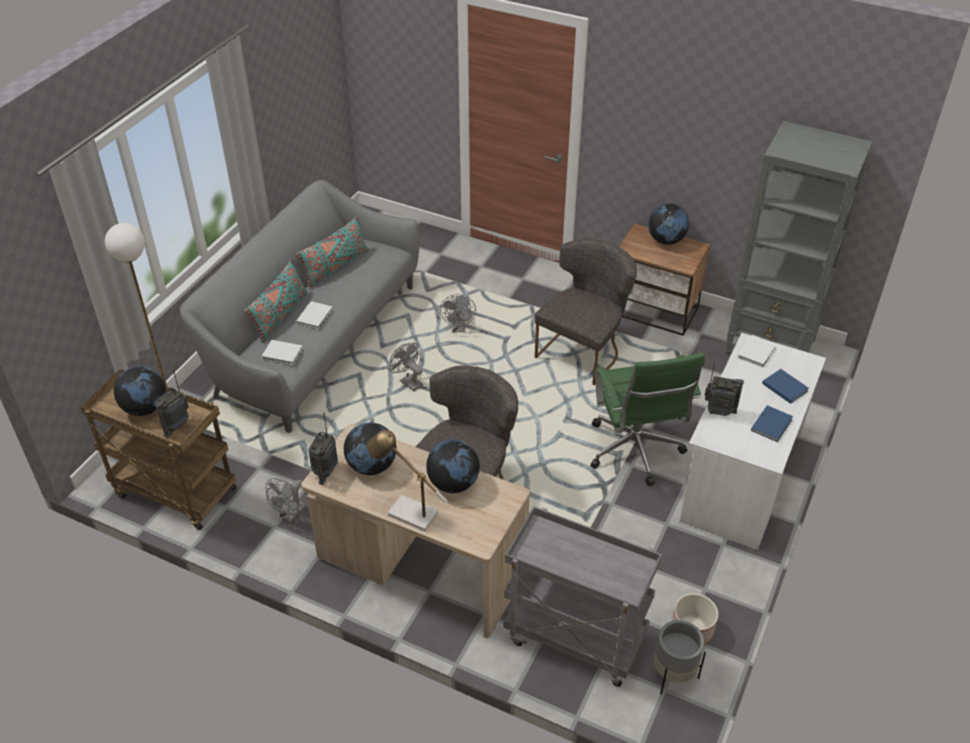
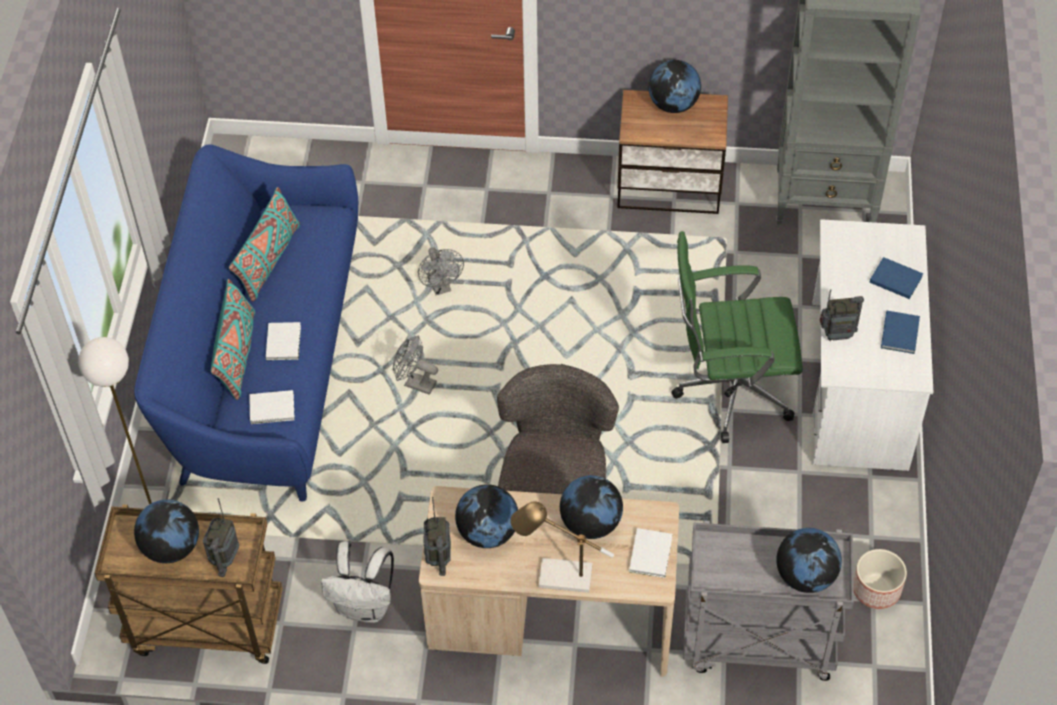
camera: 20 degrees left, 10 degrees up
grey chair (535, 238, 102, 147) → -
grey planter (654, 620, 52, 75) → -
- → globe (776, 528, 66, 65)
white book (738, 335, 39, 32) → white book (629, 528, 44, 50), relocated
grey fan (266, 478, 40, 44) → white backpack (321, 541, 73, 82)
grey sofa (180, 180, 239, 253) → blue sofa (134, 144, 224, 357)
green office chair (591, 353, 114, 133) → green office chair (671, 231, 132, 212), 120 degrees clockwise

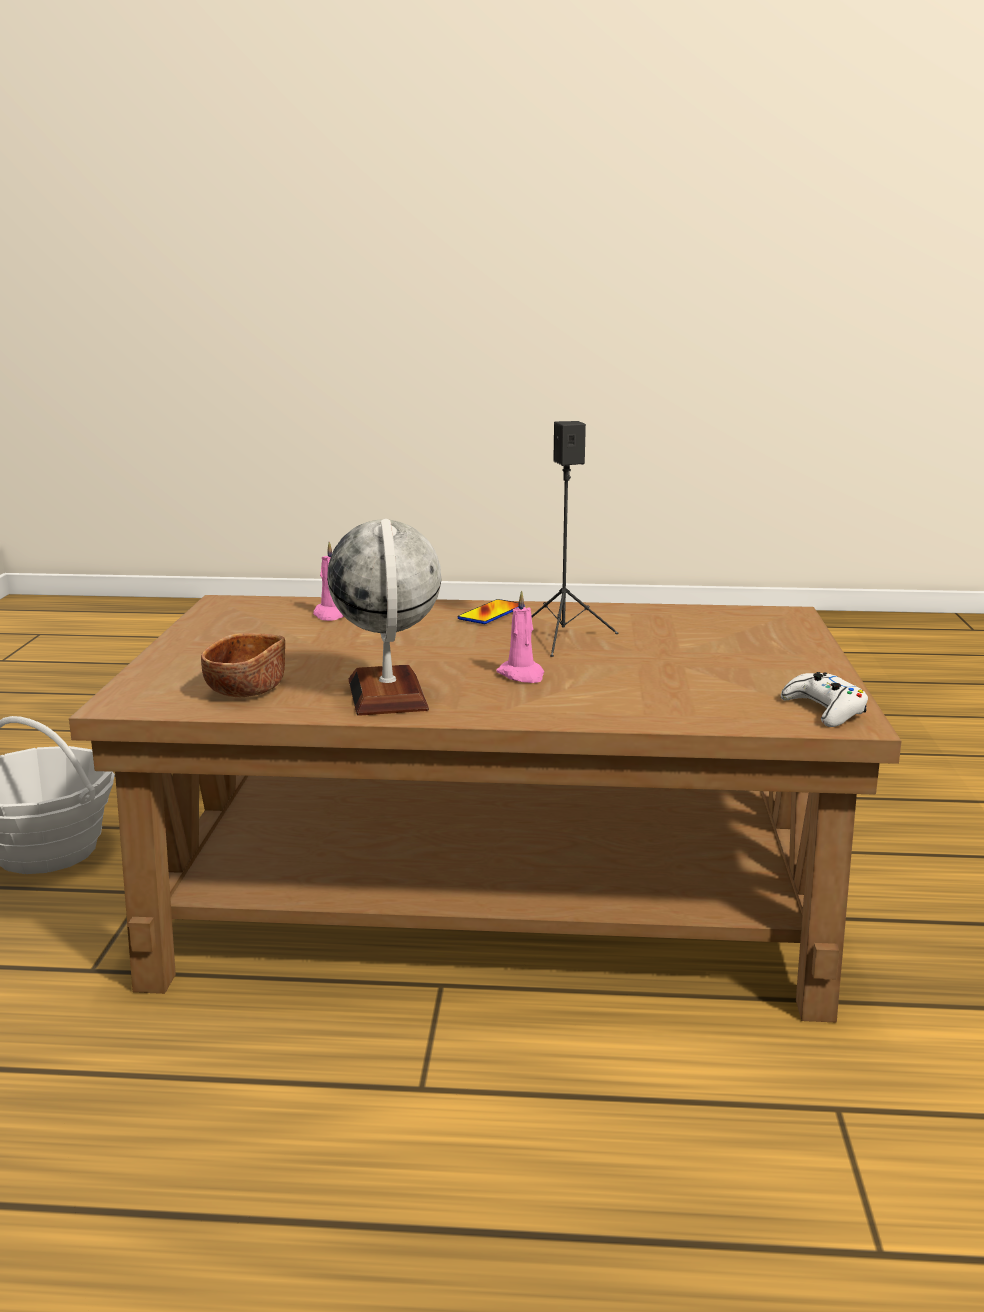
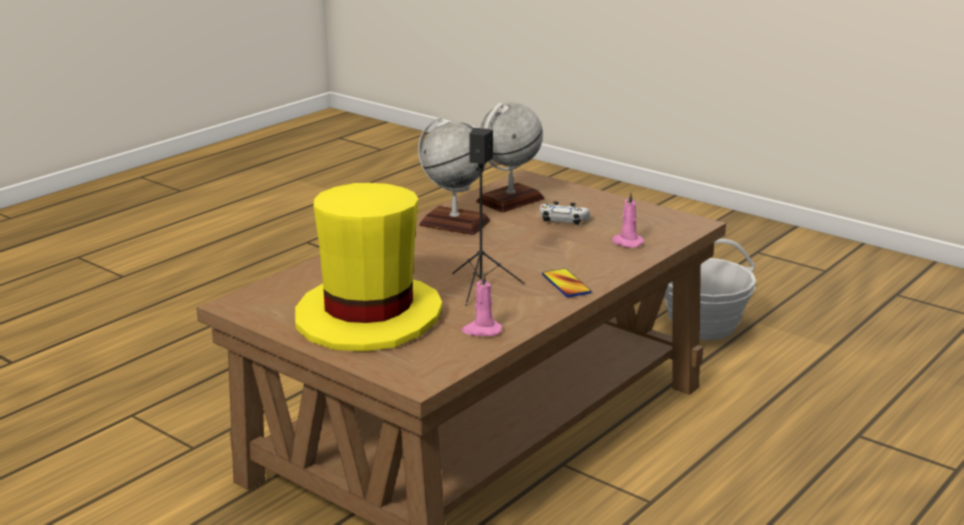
camera: 125 degrees right, 5 degrees up
- → yellow hat (295, 183, 148, 169)
pink candle (497, 591, 47, 92) → pink candle (462, 271, 40, 65), relocated
white game controller (781, 672, 87, 55) → white game controller (540, 201, 50, 24), relocated
brown bowl (201, 633, 84, 64) → globe (476, 102, 68, 111)

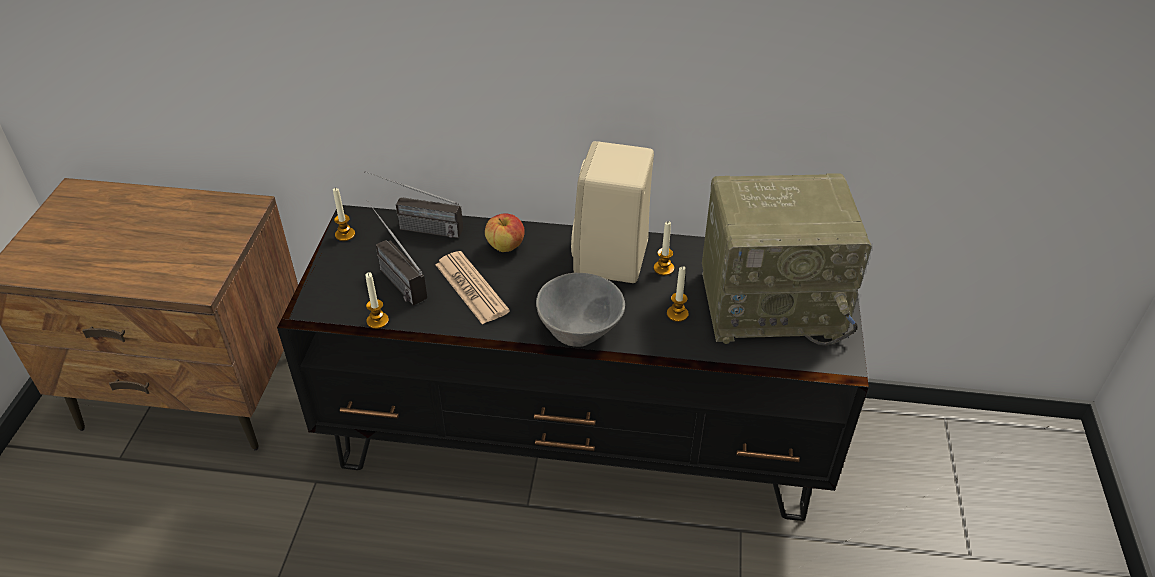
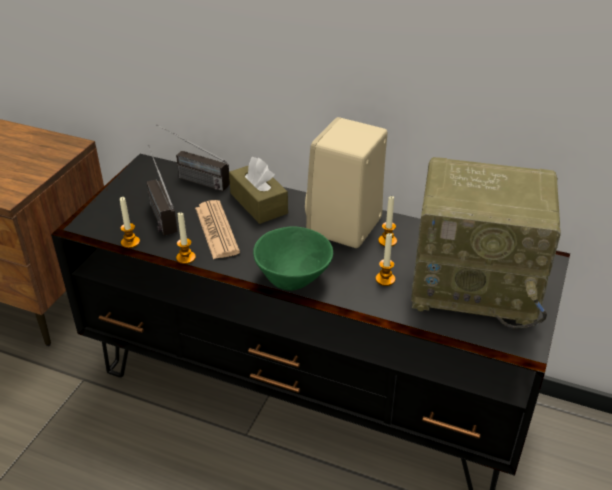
camera: 15 degrees right, 5 degrees down
candle (333, 188, 22, 53) → candle (176, 212, 20, 52), relocated
apple (485, 214, 40, 38) → brown tissue box (229, 157, 59, 67)
grey bowl (536, 273, 89, 74) → green bowl (253, 226, 80, 65)

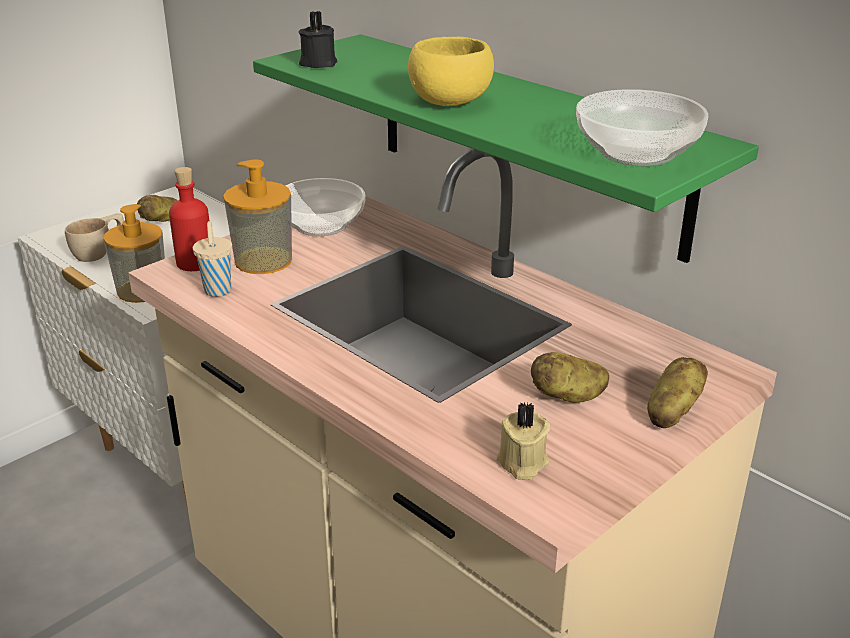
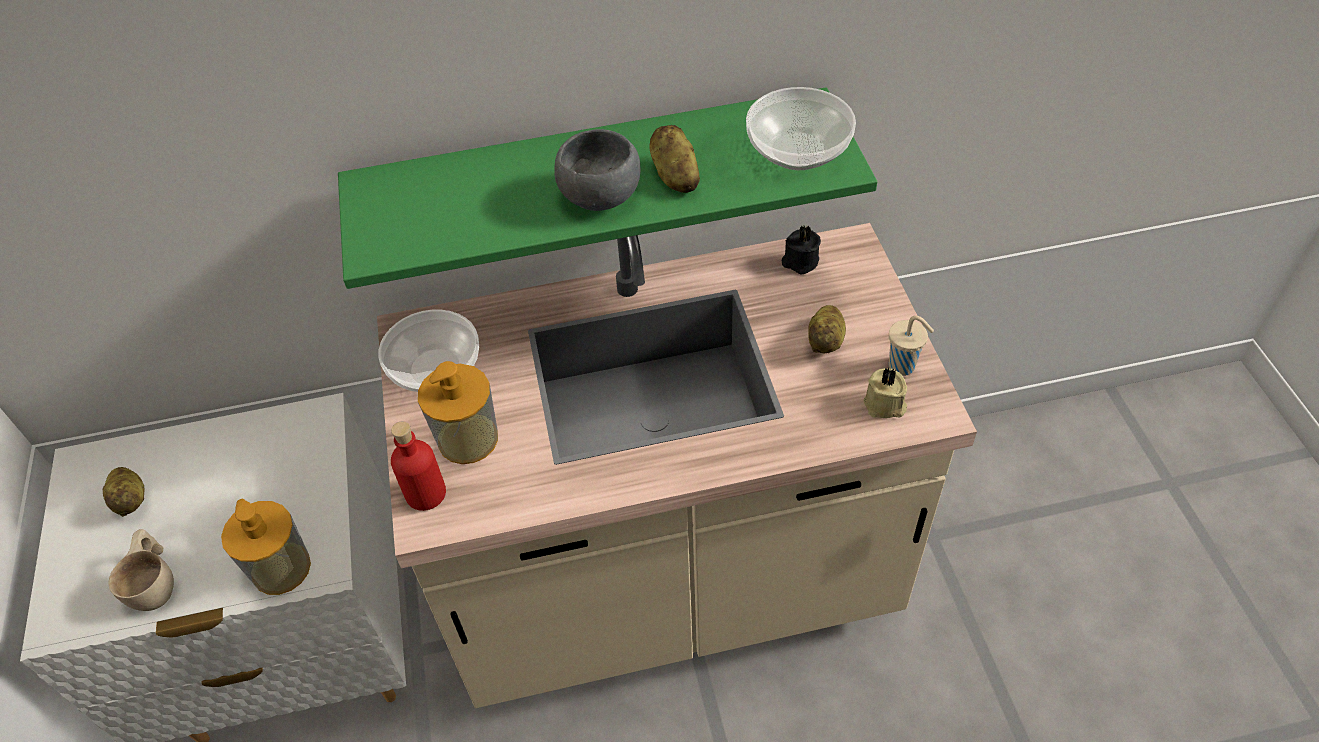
camera: 55 degrees left, 20 degrees up
beige cup (193, 221, 39, 76) → beige cup (889, 315, 45, 61), relocated
black candle (298, 11, 39, 57) → black candle (782, 226, 39, 48), relocated
potato (647, 357, 61, 71) → potato (650, 125, 50, 68), relocated
yellow bowl (408, 37, 86, 69) → grey bowl (554, 129, 87, 82)

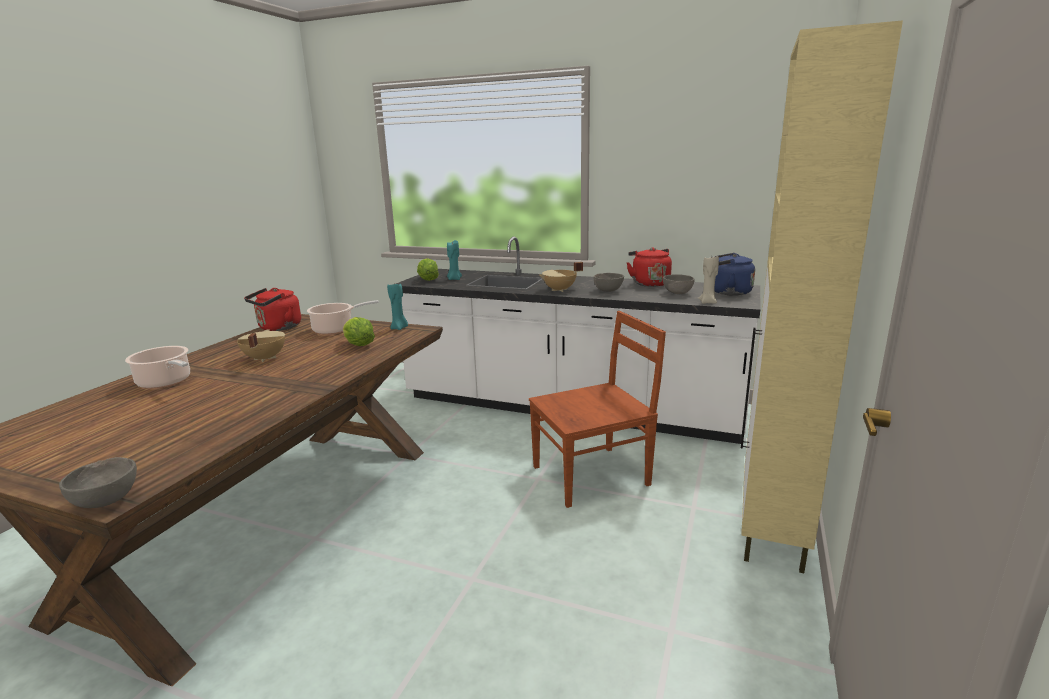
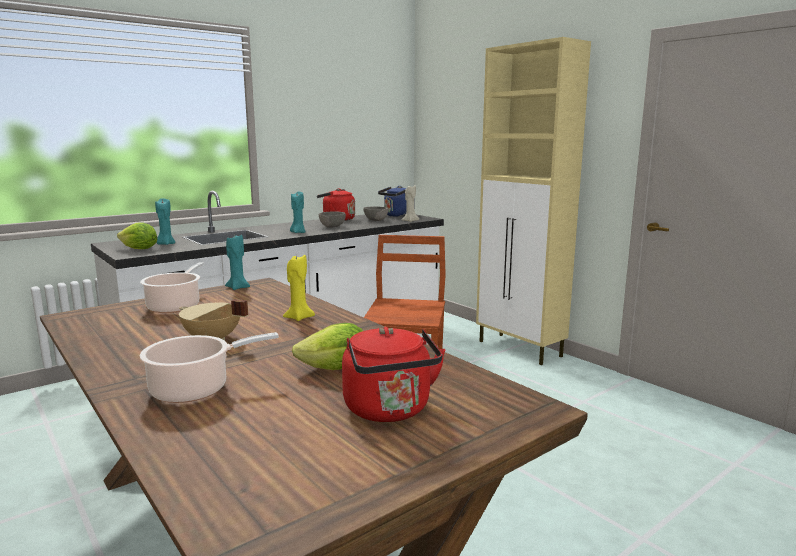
camera: 60 degrees left, 5 degrees down
grey bowl (59, 457, 78, 51) → -
- → yellow candle (283, 255, 32, 66)
red kettle (244, 288, 57, 43) → red kettle (342, 327, 104, 95), relocated
lettuce (343, 317, 32, 29) → lettuce (292, 323, 71, 47), relocated
beige cooking pot (539, 262, 44, 30) → turquoise candle (290, 192, 16, 41)

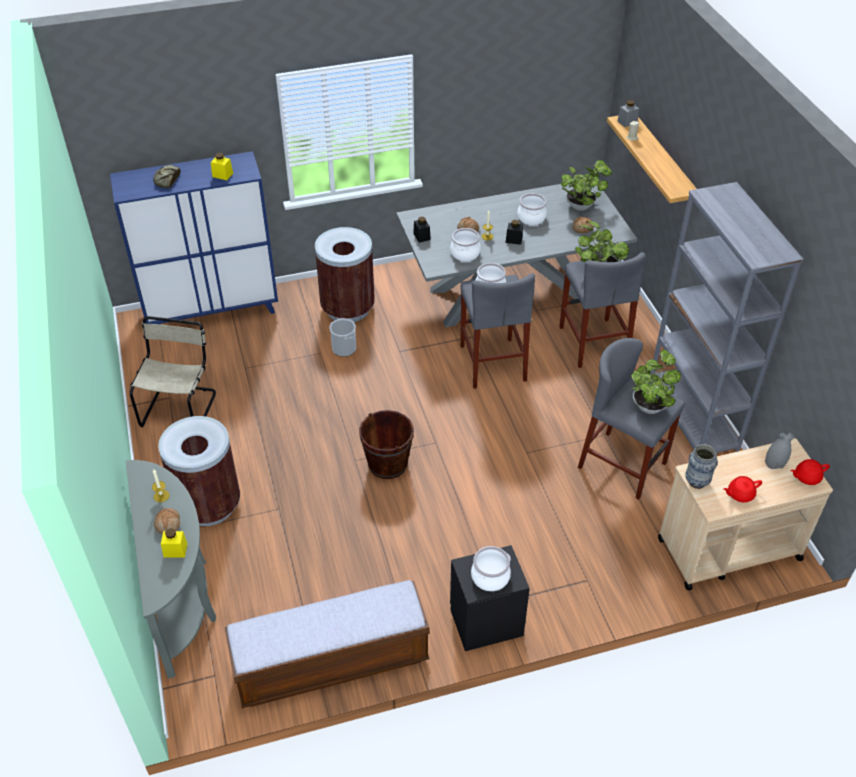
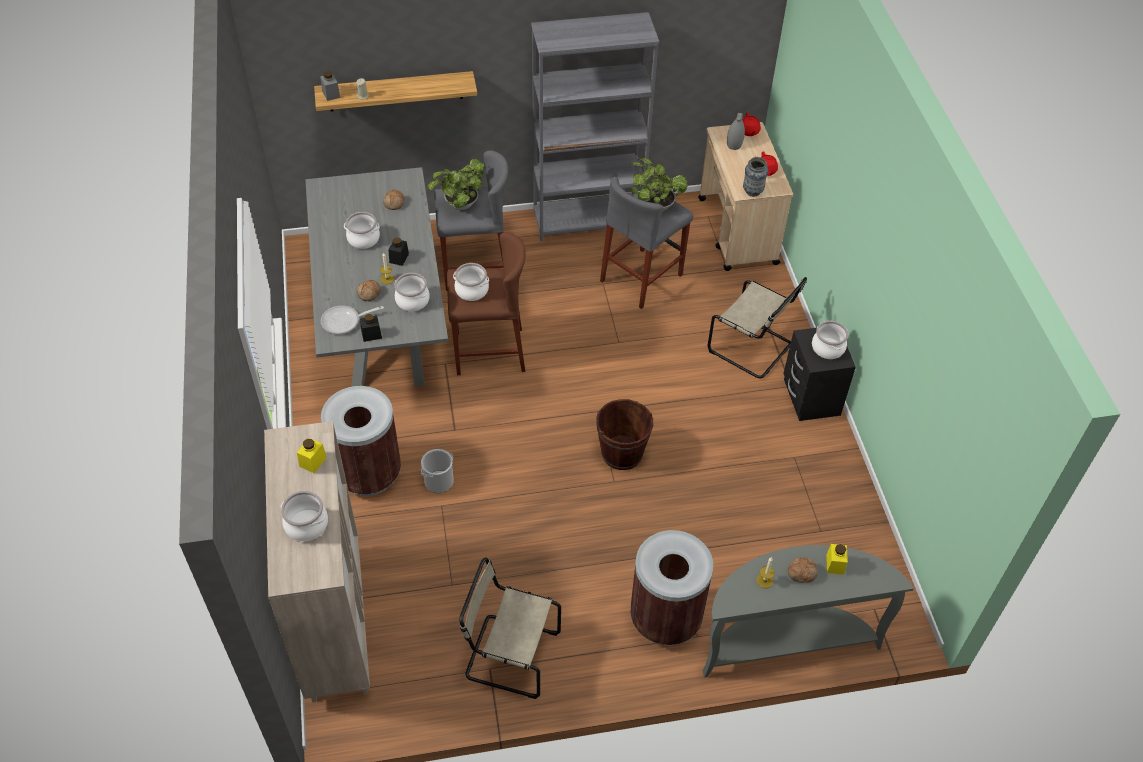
camera: 85 degrees left, 5 degrees up
bench (225, 580, 205, 128) → -
potted plant (561, 160, 51, 51) → -
- → frying pan (321, 305, 63, 29)
- → beige chair (708, 277, 99, 101)
bread (153, 165, 28, 23) → cooking pot (281, 491, 47, 50)
blue cabinet (110, 151, 168, 174) → beige cabinet (264, 421, 106, 282)
grey stool (460, 273, 75, 116) → brown stool (447, 232, 79, 143)

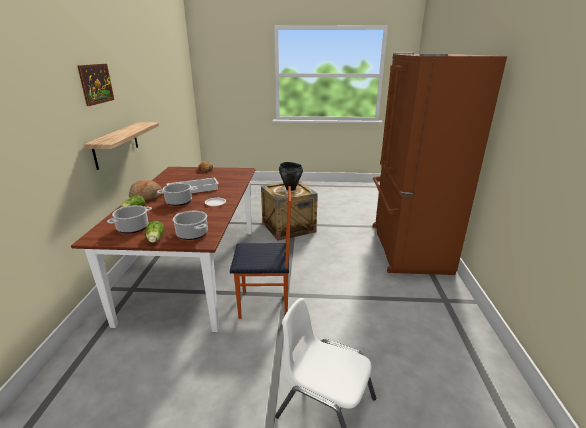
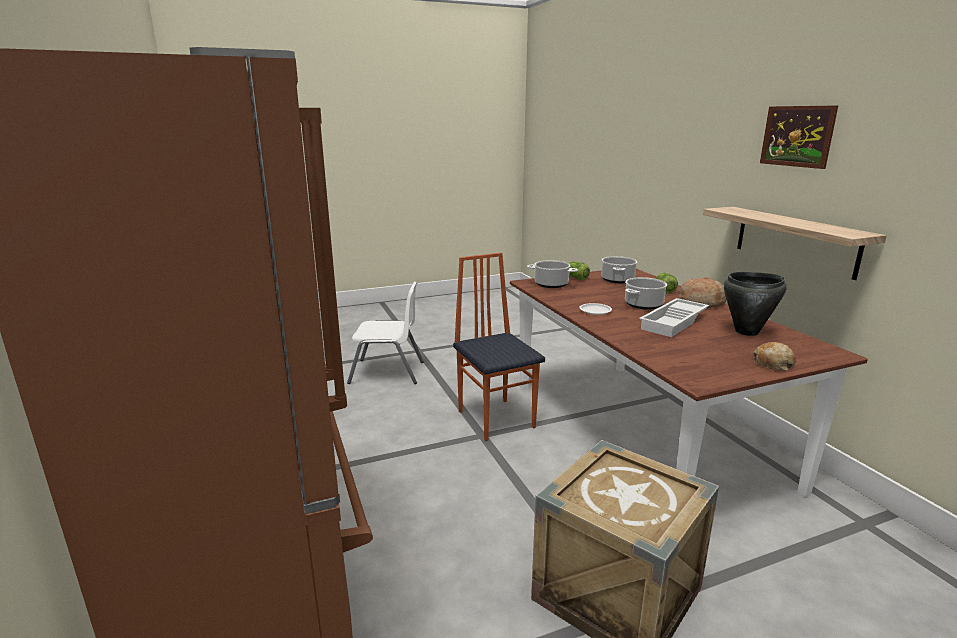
camera: 155 degrees right, 5 degrees down
black cooking pot (279, 162, 24, 29) → black cooking pot (724, 272, 63, 64), relocated
chair (230, 186, 61, 133) → chair (453, 253, 92, 188), 90 degrees clockwise

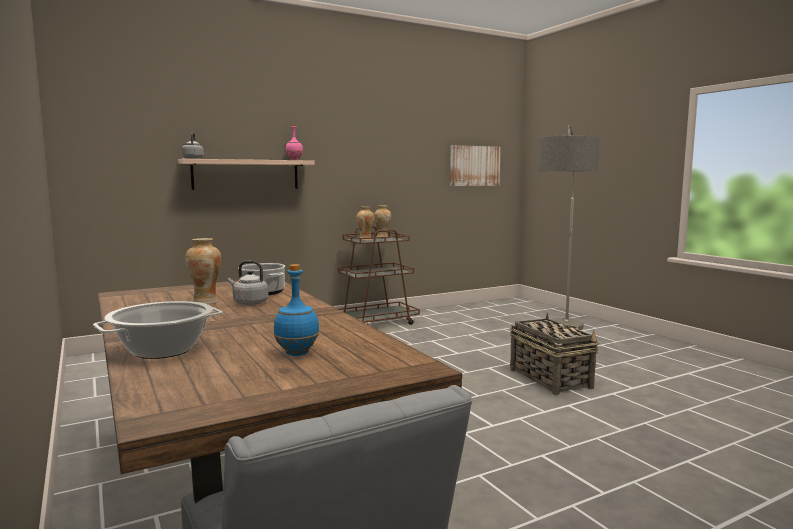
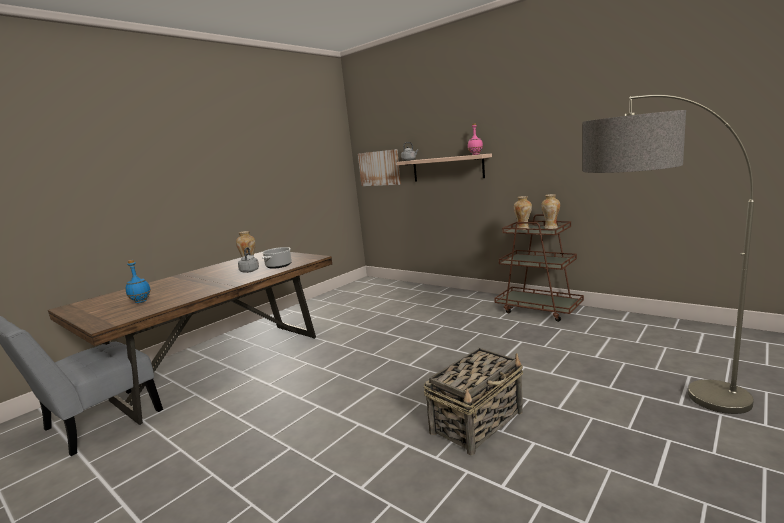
camera: 70 degrees right, 5 degrees up
cooking pot (93, 301, 130, 58) → -
picture (450, 145, 51, 41) → picture (358, 149, 43, 37), relocated

